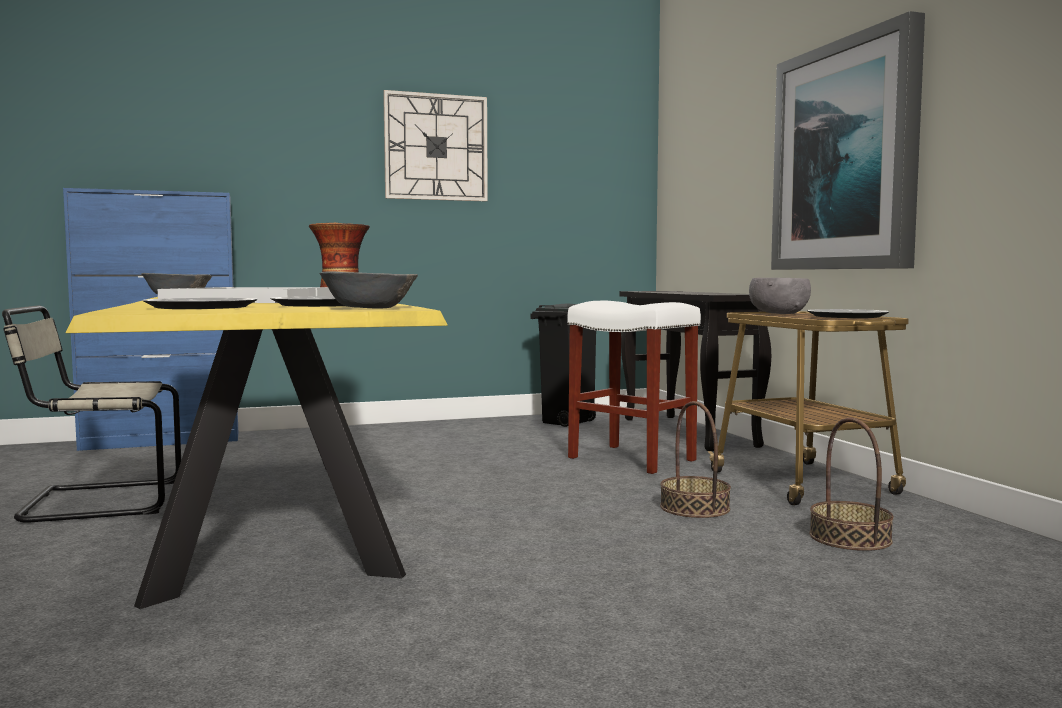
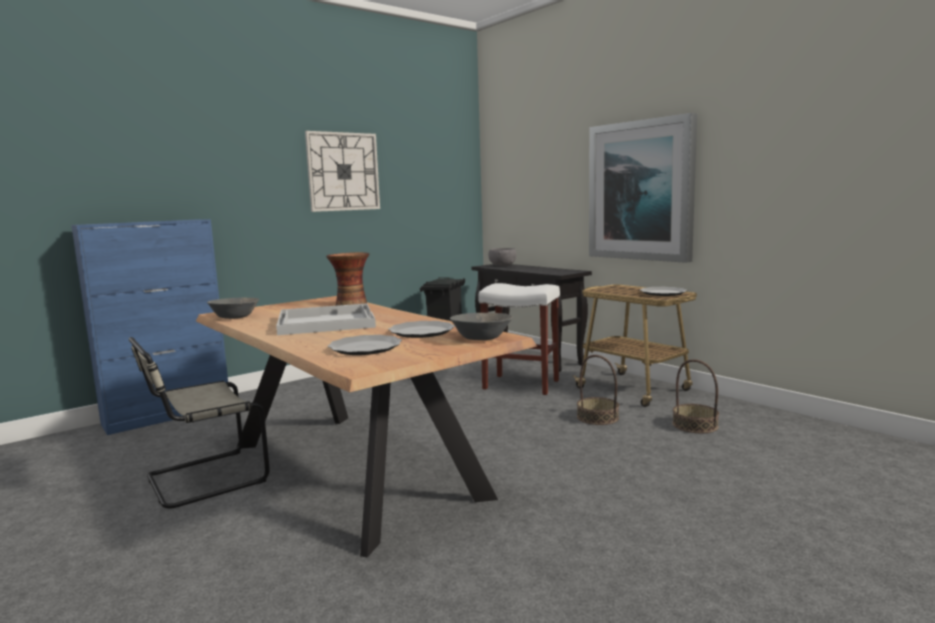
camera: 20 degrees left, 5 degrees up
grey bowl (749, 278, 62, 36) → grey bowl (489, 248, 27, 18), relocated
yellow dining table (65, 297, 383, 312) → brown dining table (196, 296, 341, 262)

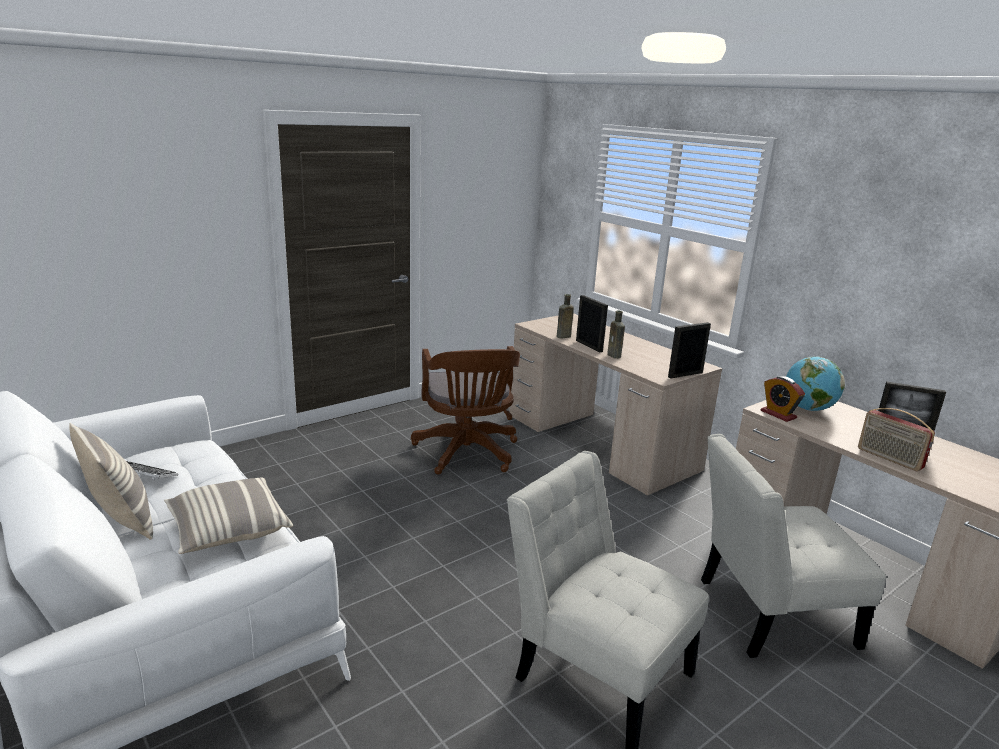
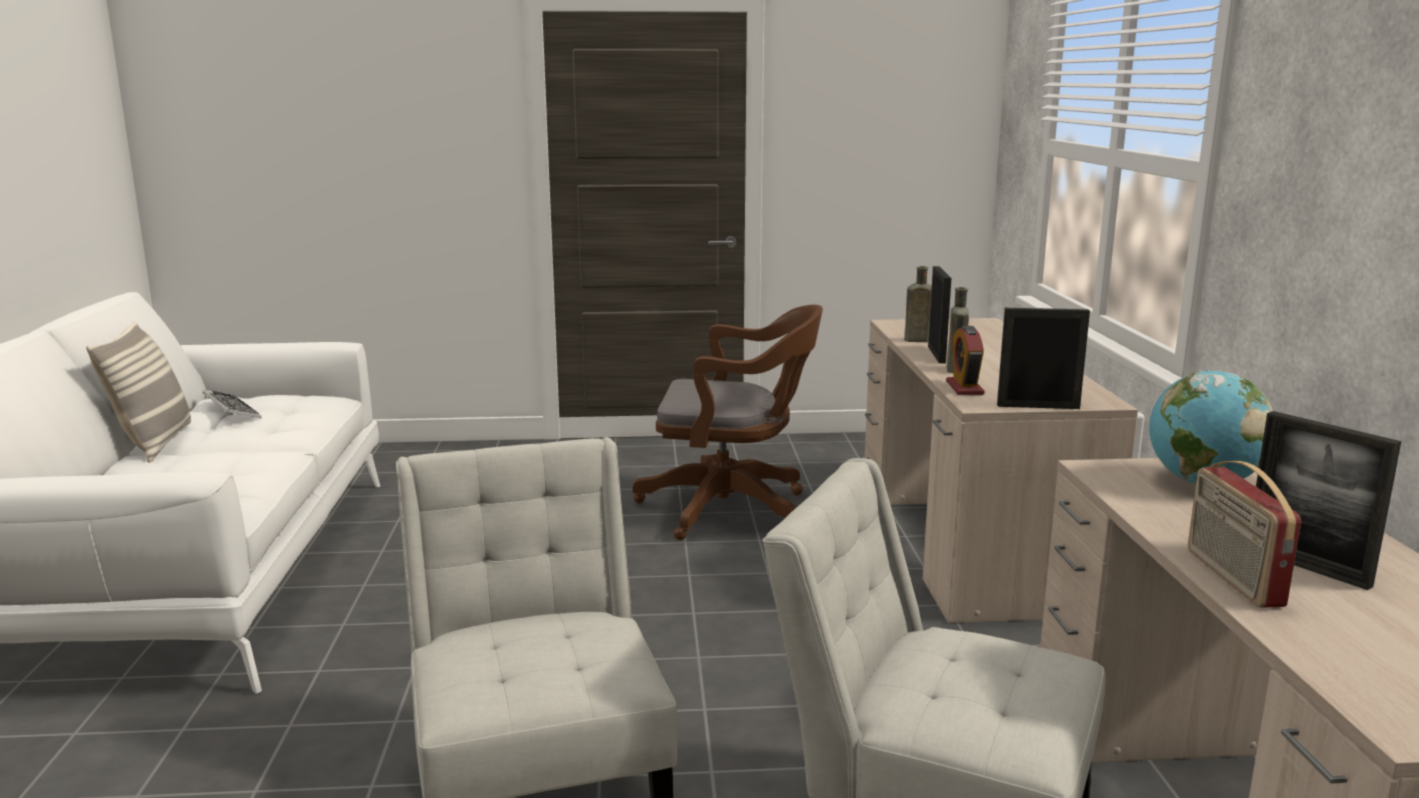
camera: 35 degrees right, 5 degrees down
pillow (164, 477, 129, 77) → -
alarm clock (761, 376, 44, 46) → alarm clock (946, 326, 39, 69), relocated
brown office chair (411, 346, 109, 129) → brown office chair (633, 305, 190, 235), 105 degrees counterclockwise

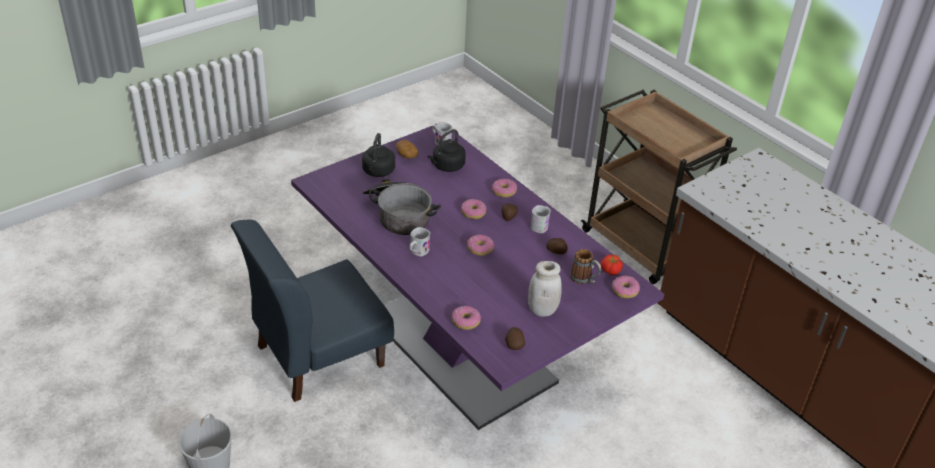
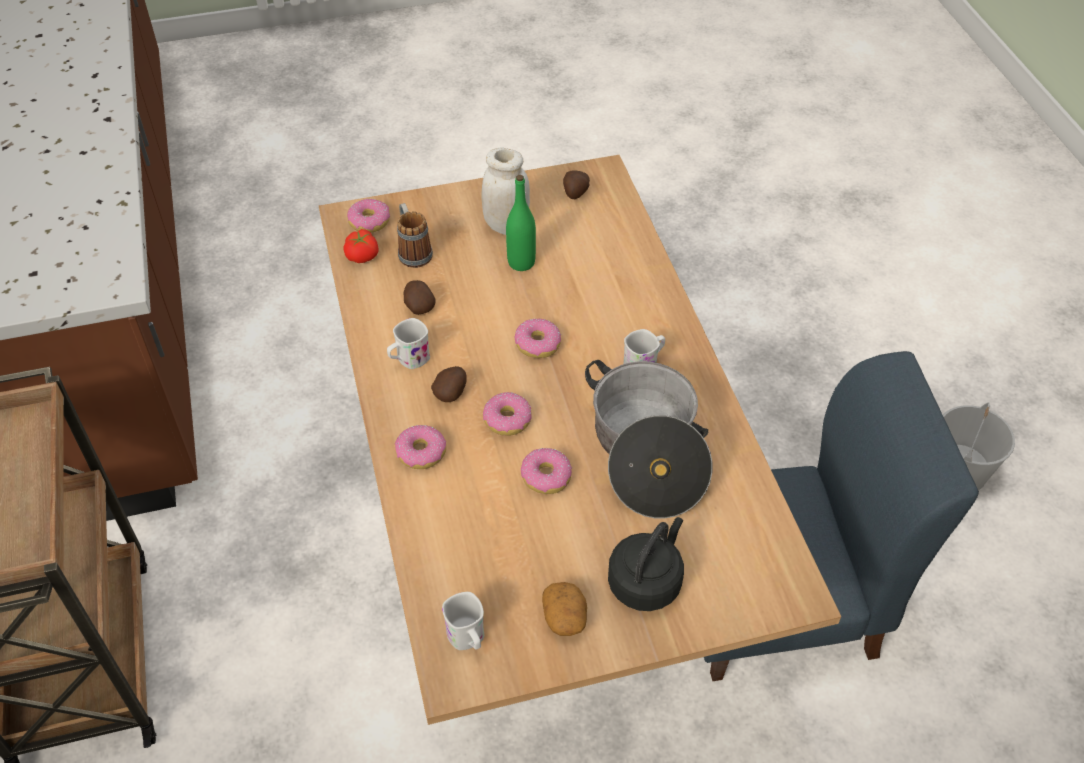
camera: 155 degrees left, 10 degrees up
black kettle (428, 129, 38, 43) → -
- → green bottle (506, 175, 30, 96)
donut (452, 306, 29, 24) → donut (521, 448, 51, 46), relocated
purple dining table (291, 122, 373, 308) → brown dining table (319, 155, 522, 570)

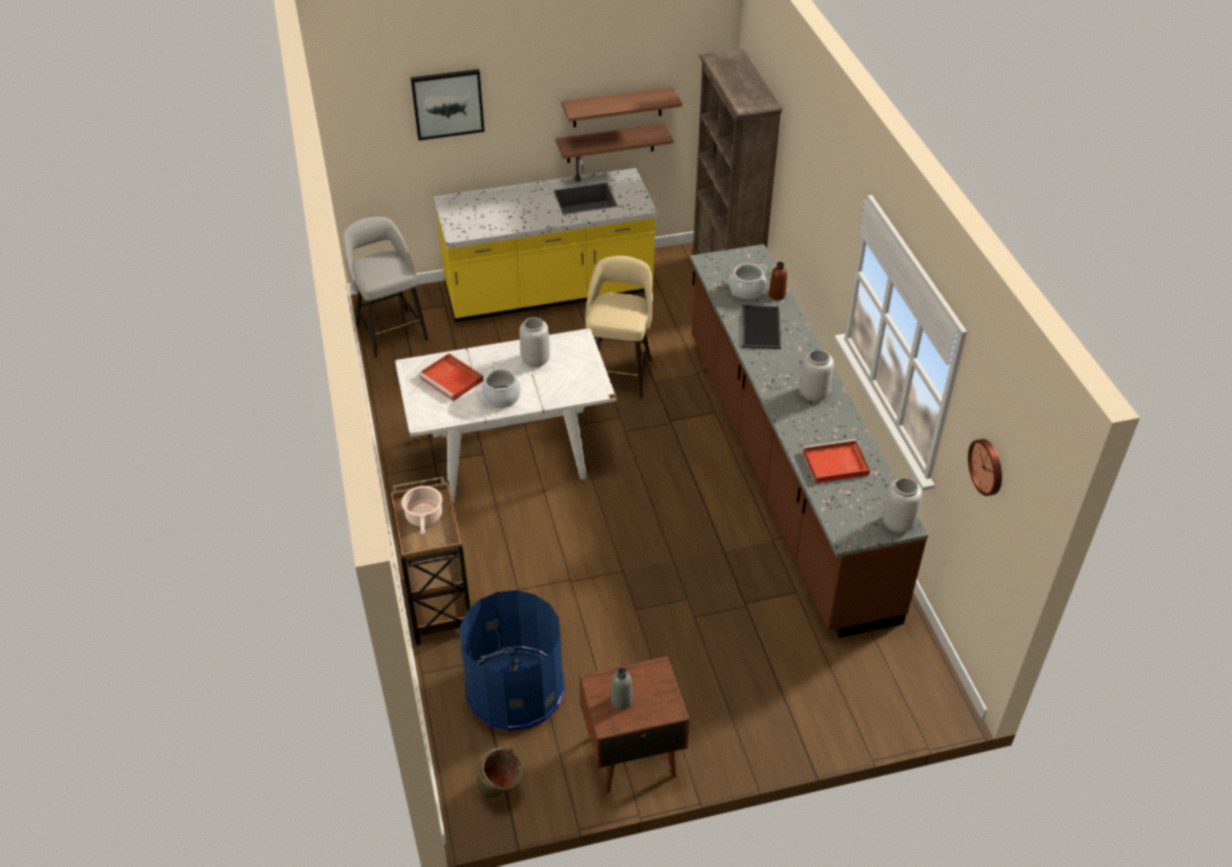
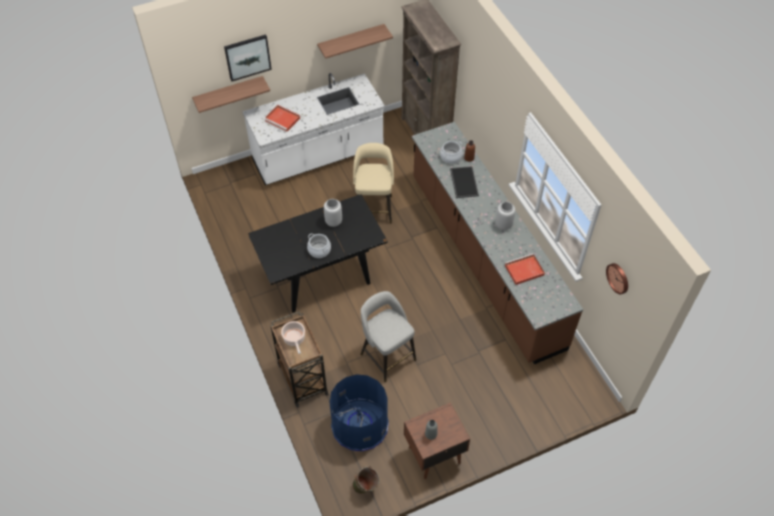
camera: 10 degrees left, 10 degrees up
grey vase (882, 477, 40, 56) → -
grey stool (342, 216, 86, 142) → grey stool (361, 291, 55, 91), relocated
red tray (418, 353, 66, 48) → red tray (264, 105, 36, 27), relocated
shelf (555, 123, 119, 40) → shelf (192, 76, 78, 37), relocated
white dining table (395, 328, 222, 175) → black dining table (248, 194, 140, 119)
yellow counter (434, 156, 224, 166) → white counter (242, 73, 143, 112)

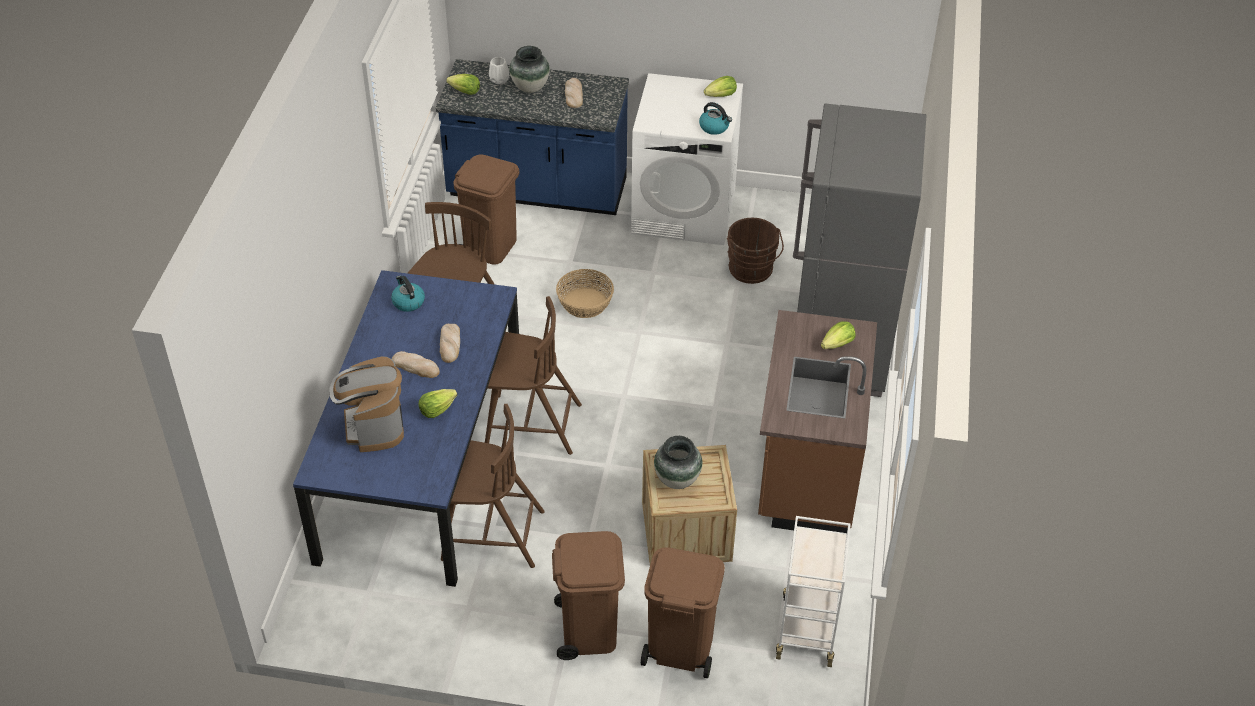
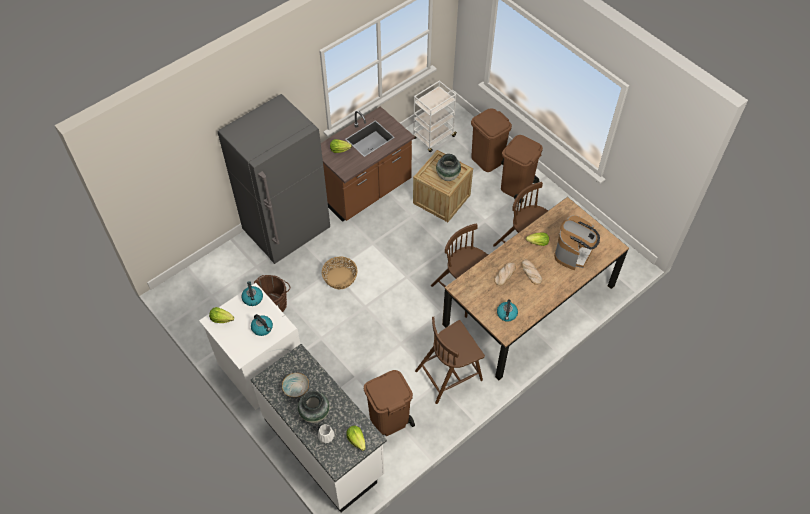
camera: 140 degrees left, 10 degrees up
- → kettle (251, 314, 22, 22)
basket (556, 269, 58, 49) → basket (322, 257, 36, 32), relocated
bread (565, 78, 18, 30) → bowl (282, 373, 27, 24)
blue dining table (293, 270, 226, 317) → brown dining table (442, 197, 187, 184)
blue counter (435, 59, 194, 156) → white counter (251, 344, 136, 168)

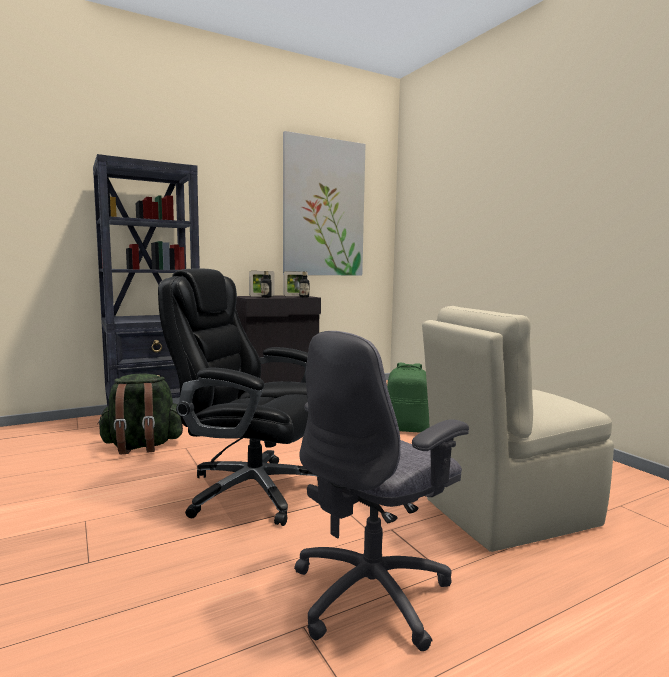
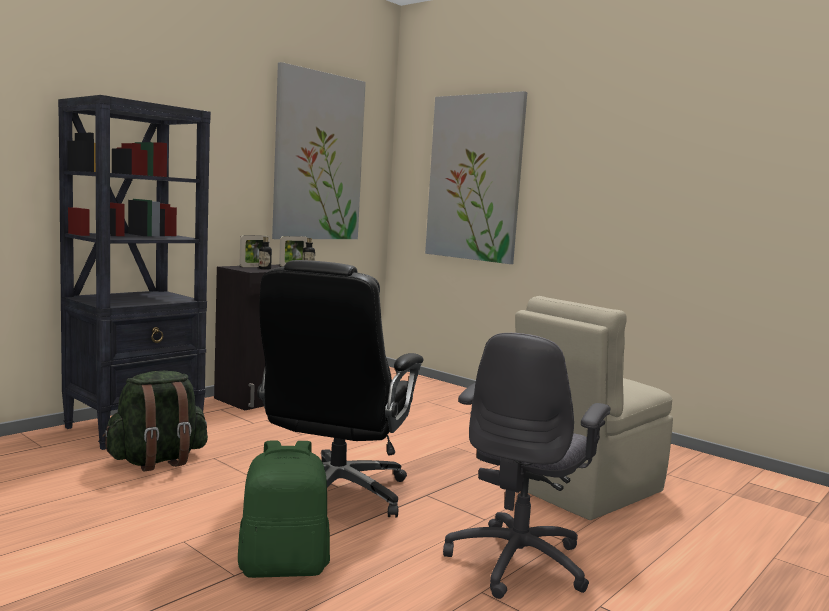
camera: 20 degrees left, 0 degrees up
- → picture (425, 91, 102, 173)
green backpack (387, 363, 42, 70) → green backpack (238, 440, 92, 138), relocated
black office chair (158, 268, 160, 258) → black office chair (257, 260, 166, 258), 75 degrees counterclockwise

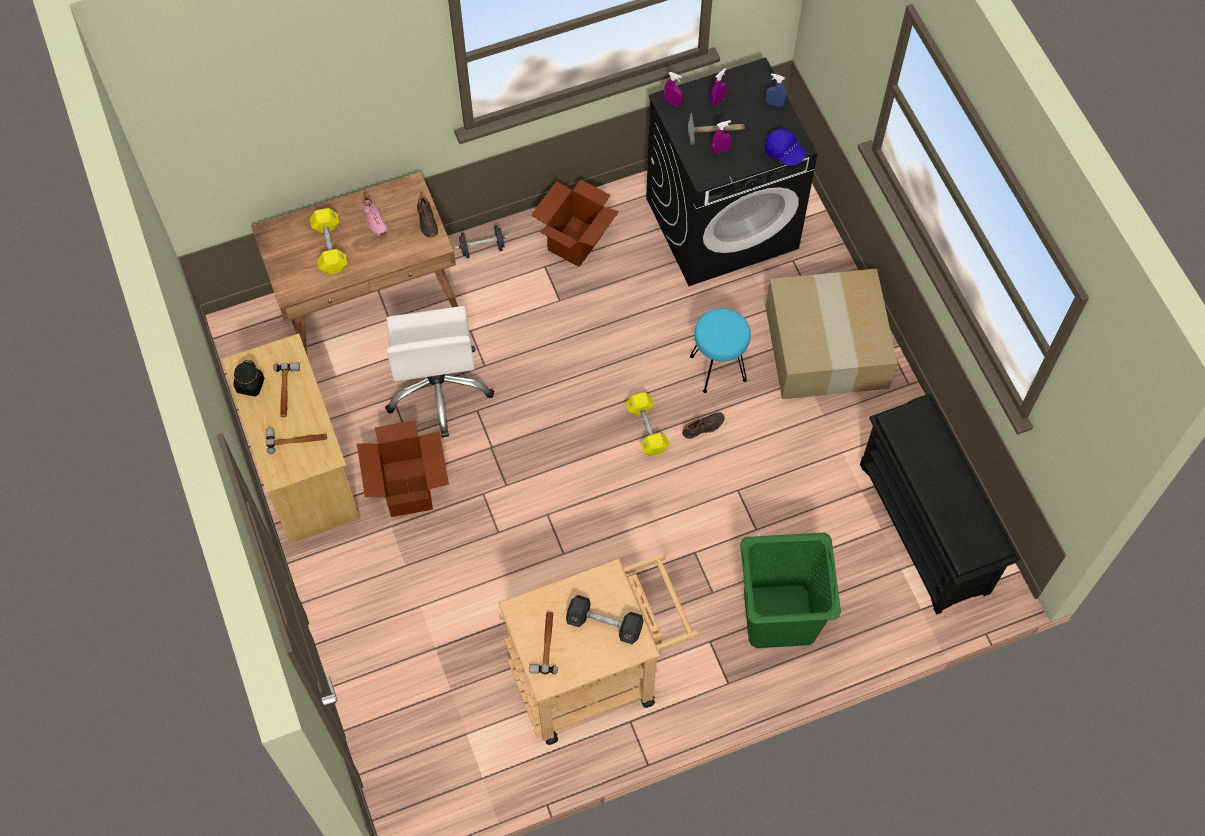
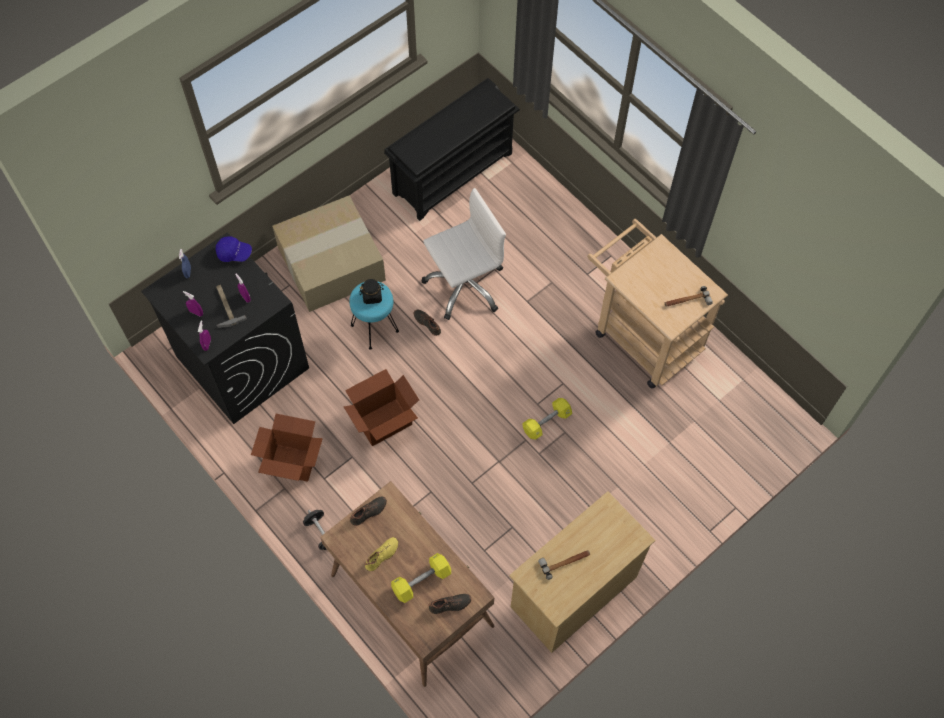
camera: 110 degrees left, 0 degrees up
hammer (266, 428, 61, 26) → -
black dumbbell (566, 595, 77, 49) → -
green laundry basket (740, 533, 101, 115) → -
- → black shoe (429, 594, 42, 20)
black jar (234, 360, 30, 36) → black jar (360, 279, 24, 25), relocated
cardboard box (357, 420, 92, 97) → cardboard box (344, 369, 75, 77), relocated
white office chair (385, 306, 109, 132) → white office chair (421, 188, 85, 132), relocated
yellow dumbbell (626, 392, 43, 64) → yellow dumbbell (522, 398, 50, 41), relocated
pink shoe (362, 192, 25, 44) → yellow shoe (365, 537, 33, 34)
blue cap (765, 129, 41, 37) → blue cap (216, 236, 36, 26), 75 degrees clockwise

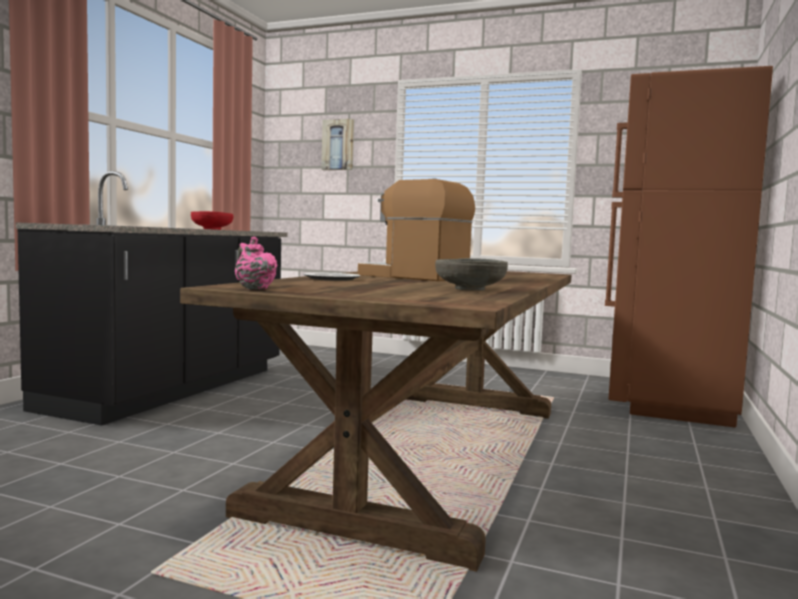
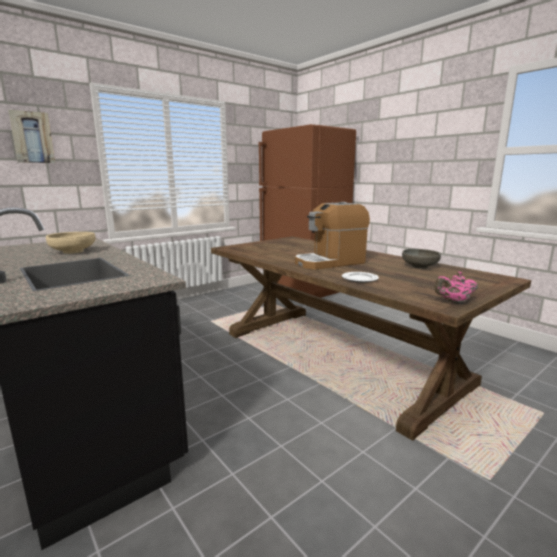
camera: 60 degrees left, 10 degrees up
red bowl (191, 211, 42, 19) → beige bowl (46, 232, 50, 22)

